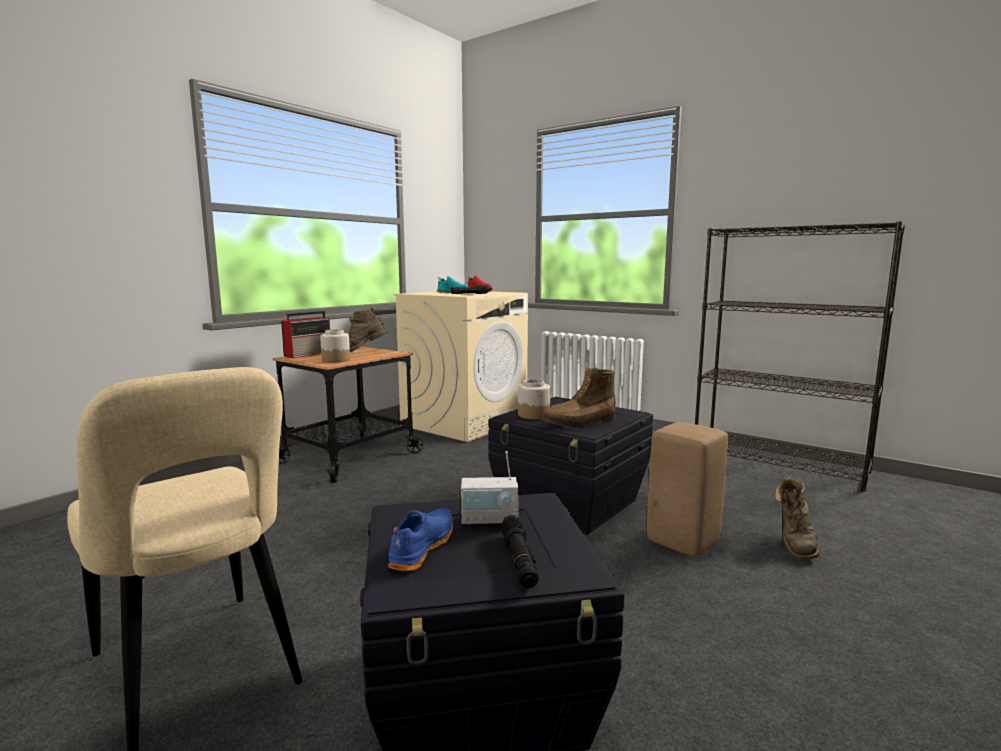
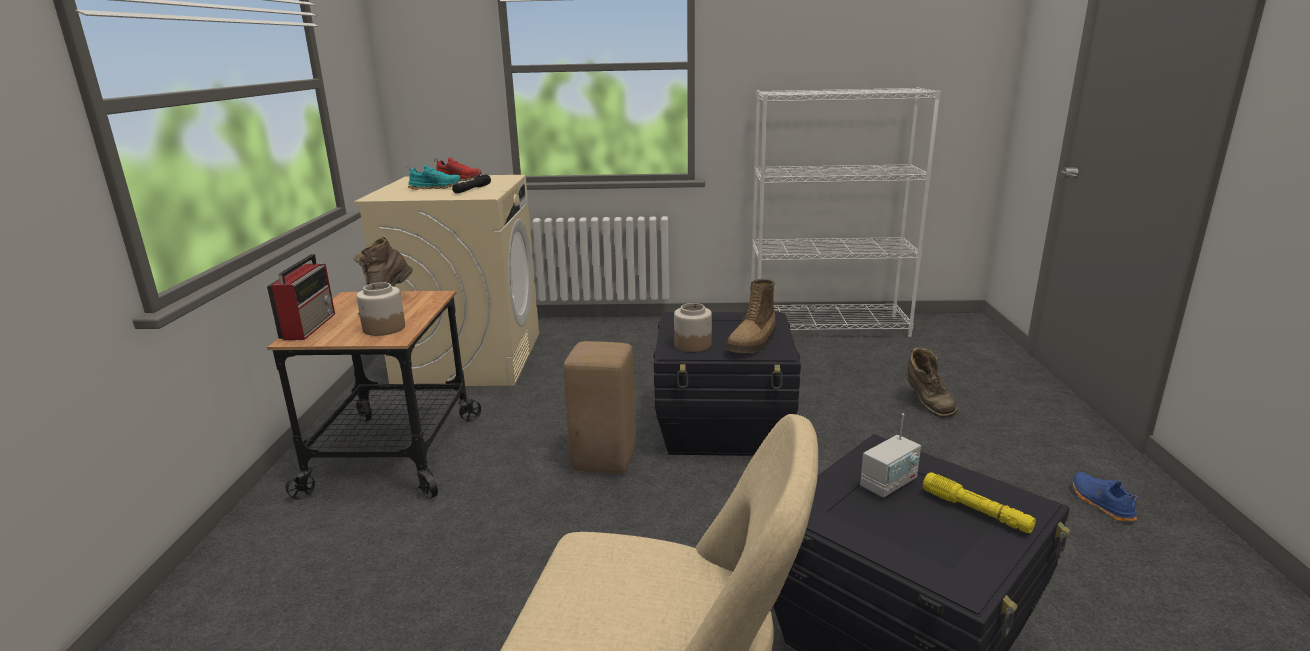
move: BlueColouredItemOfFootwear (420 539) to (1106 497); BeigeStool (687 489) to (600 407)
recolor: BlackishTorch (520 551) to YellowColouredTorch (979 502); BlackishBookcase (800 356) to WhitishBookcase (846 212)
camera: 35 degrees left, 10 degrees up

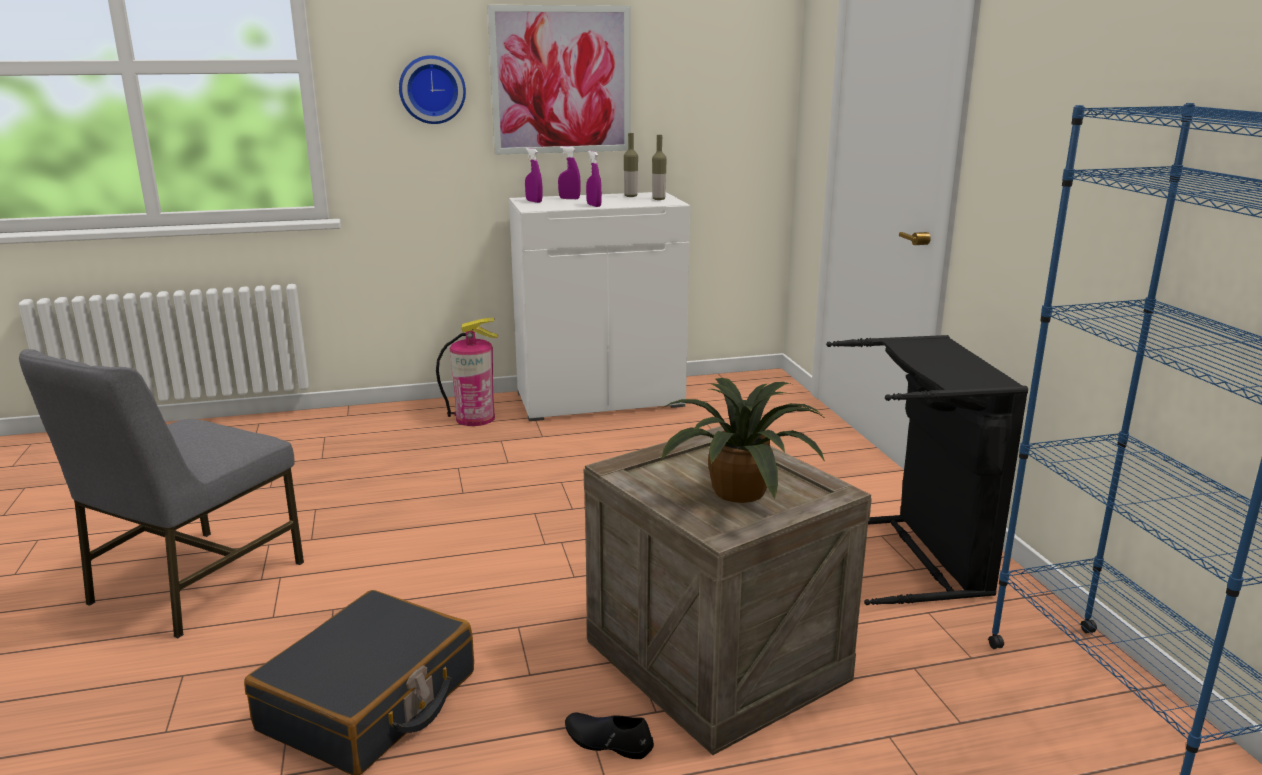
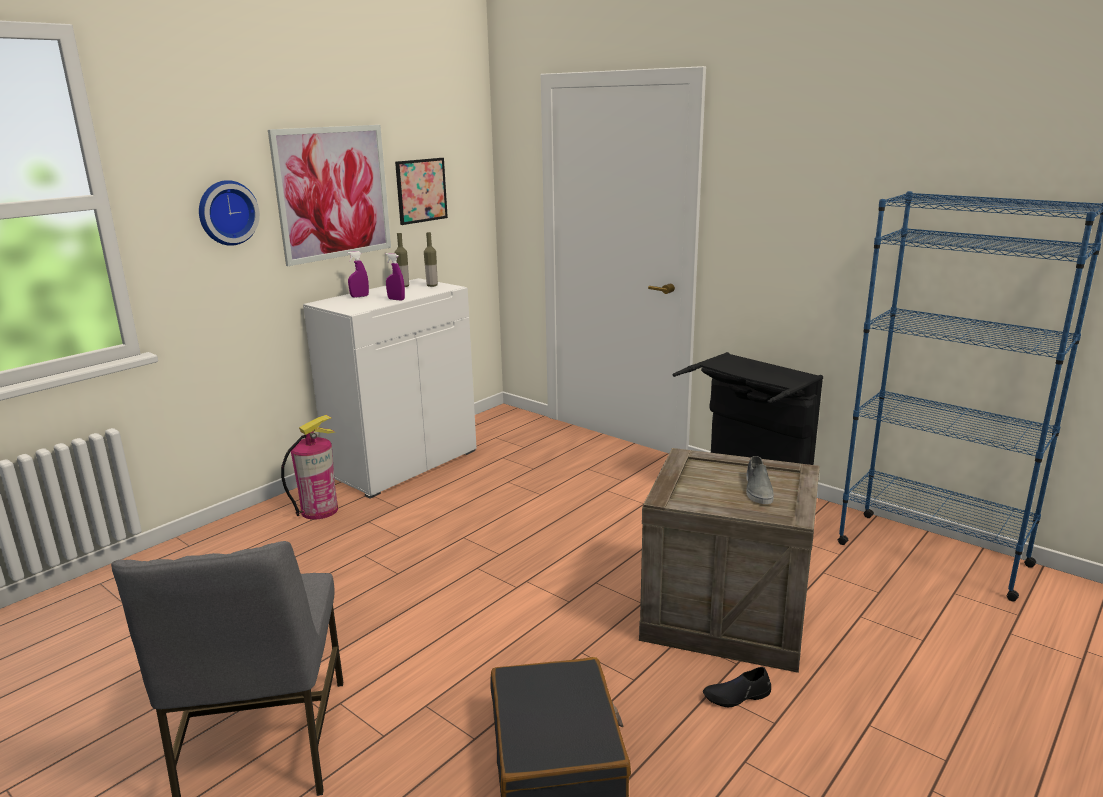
delete: PurpleSprayBottle (534 175)
insert: WallPicture (421 191)
replace: PlantInAPot (743 440) to GrayItemOfFootwear (760 480)
camera: 35 degrees left, 0 degrees up

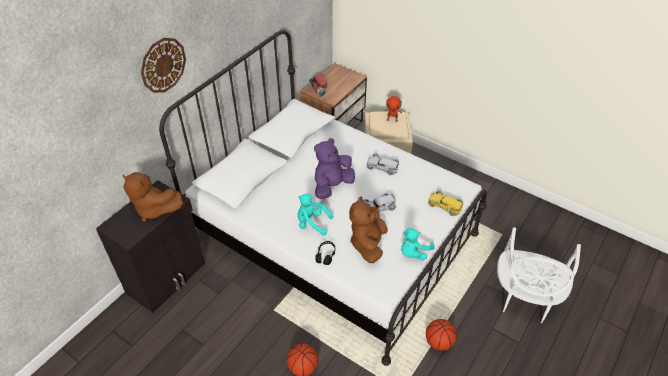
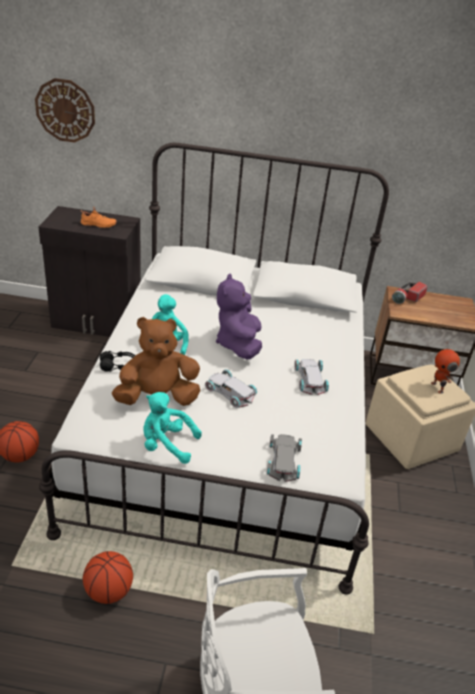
move: ClockOnTheWall (163 65) to (65 110)
replace: BrownColouredCuddlyToy (152 197) to OrangeyItemOfFootwear (98 217)
recolor: YellowColouredToyCar (445 203) to GrayToyCar (284 458)
rotate: PurpleCuddlyToy (334 168) = (239 316) 105 degrees counterclockwise
camera: 60 degrees right, 10 degrees down

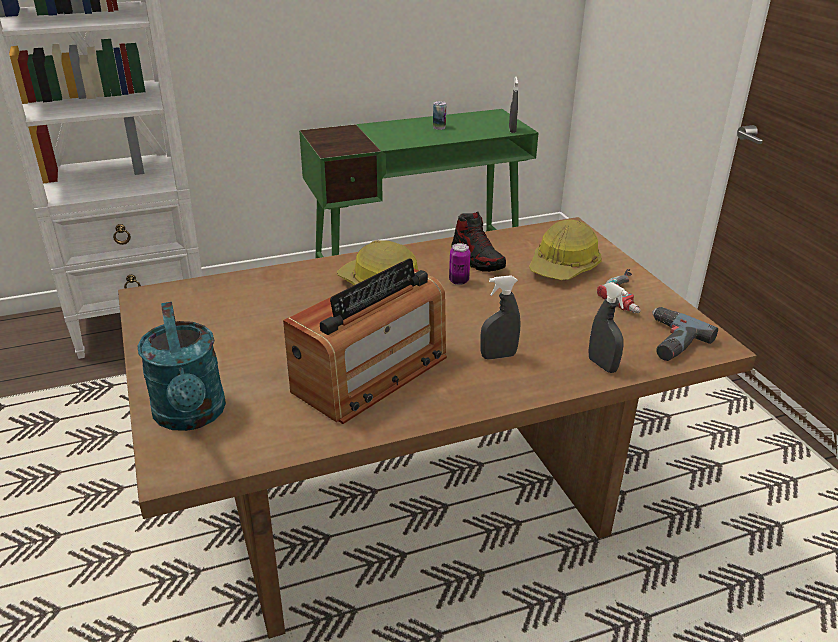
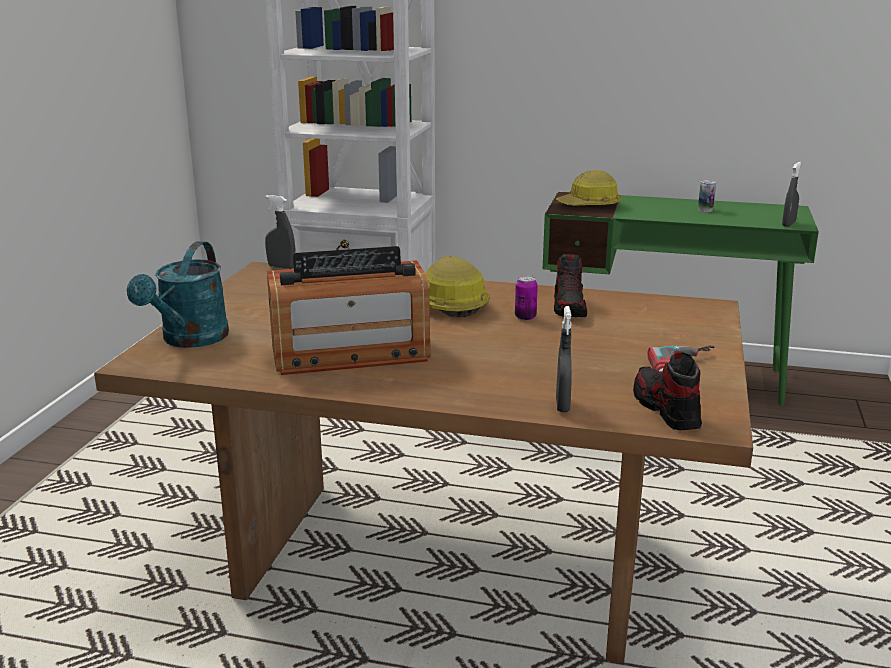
move: GraySprayBottle (500 317) to (280 232); SafetyHelmet (565 250) to (588 188)
replace: Drill (685 334) to ItemOfFootwear (667 391)
camera: 35 degrees right, 10 degrees down

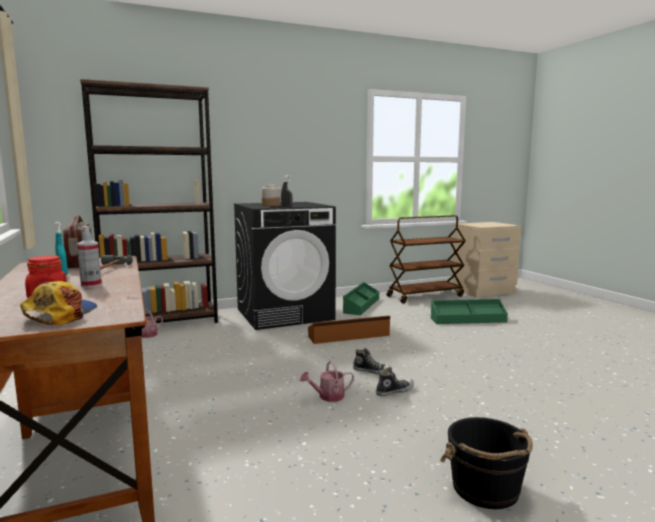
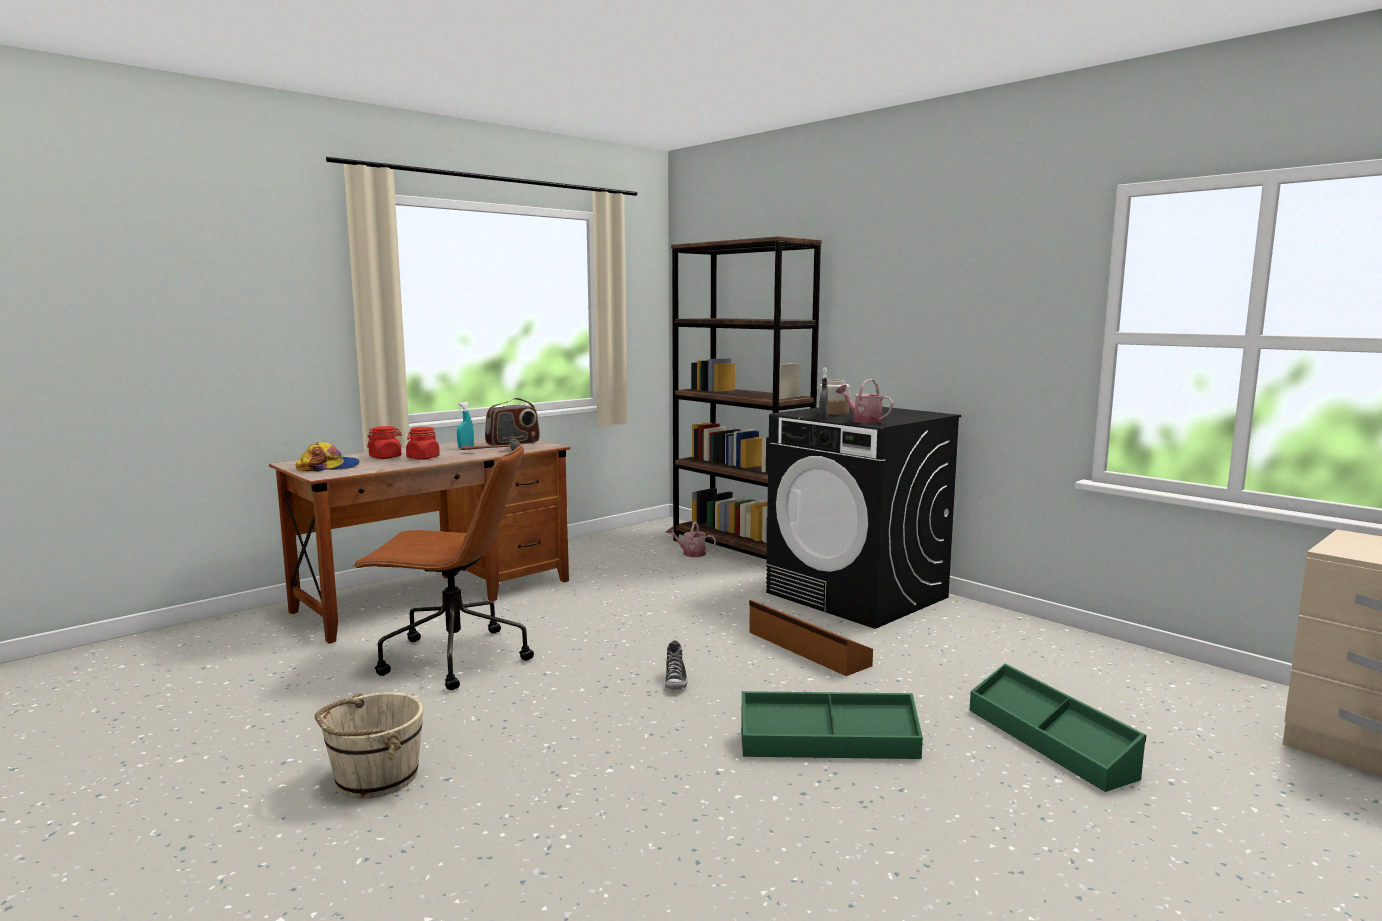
delete: ItemOfFootwear (395 382); BrownColouredTrolley (426 259)
insert: BrownColouredOfficeChair (443 567)
move: WateringCan (327 381) to (864 401); GreenishStorageBin (361 298) to (832 725)
replace: SprayBottle (89 257) to RedColouredJar (423 443)
recolor: BlackishWaterBucket (486 463) to BeigeWaterBucket (369 745)
camera: 70 degrees right, 0 degrees up

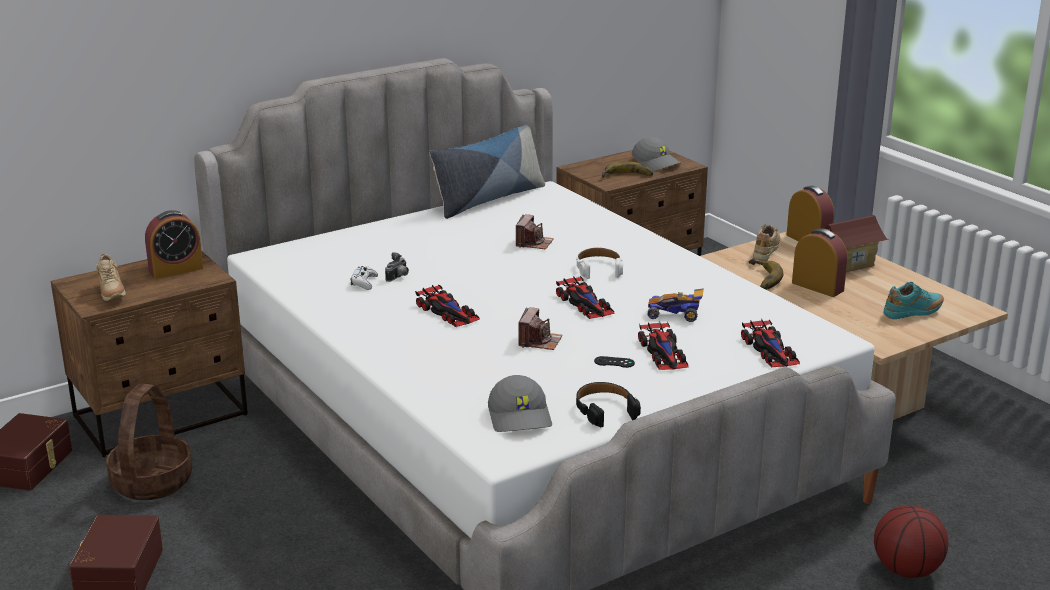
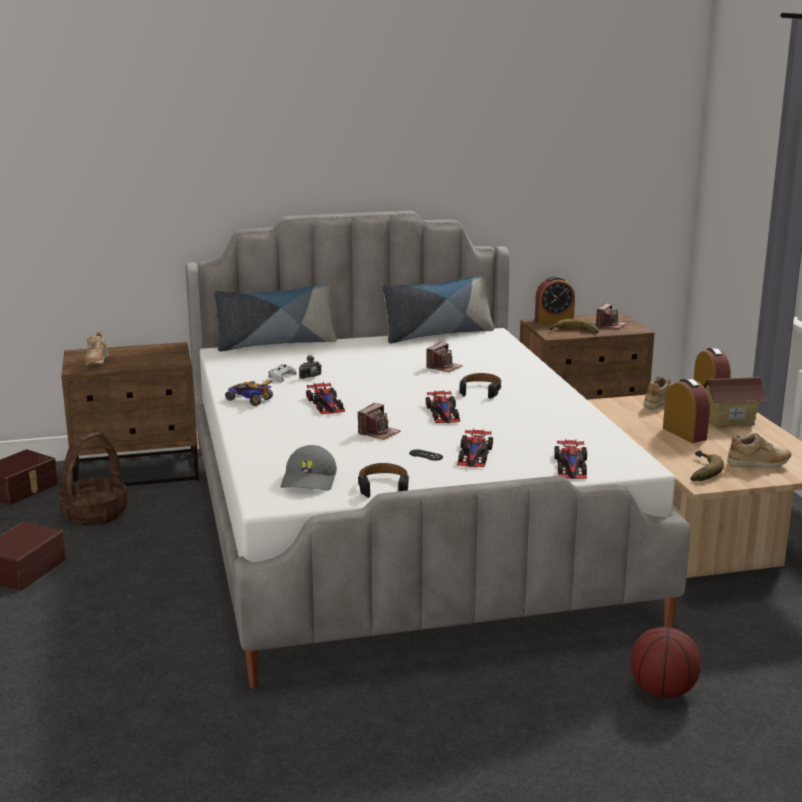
insert: Pillow (275 317)
move: BedsideClock (174 244) to (555 300); ToyCar (676 305) to (249 393); BananaFruit (766 274) to (707 465)
replace: GrayCap (656 154) to PhotoCamera (611 316)
recolor: WhitishHeadphones (599 263) to BlackishHeadphones (481 386); BlueGreenItemOfFootwear (913 300) to BeigeItemOfFootwear (759 450)
camera: 20 degrees right, 5 degrees down

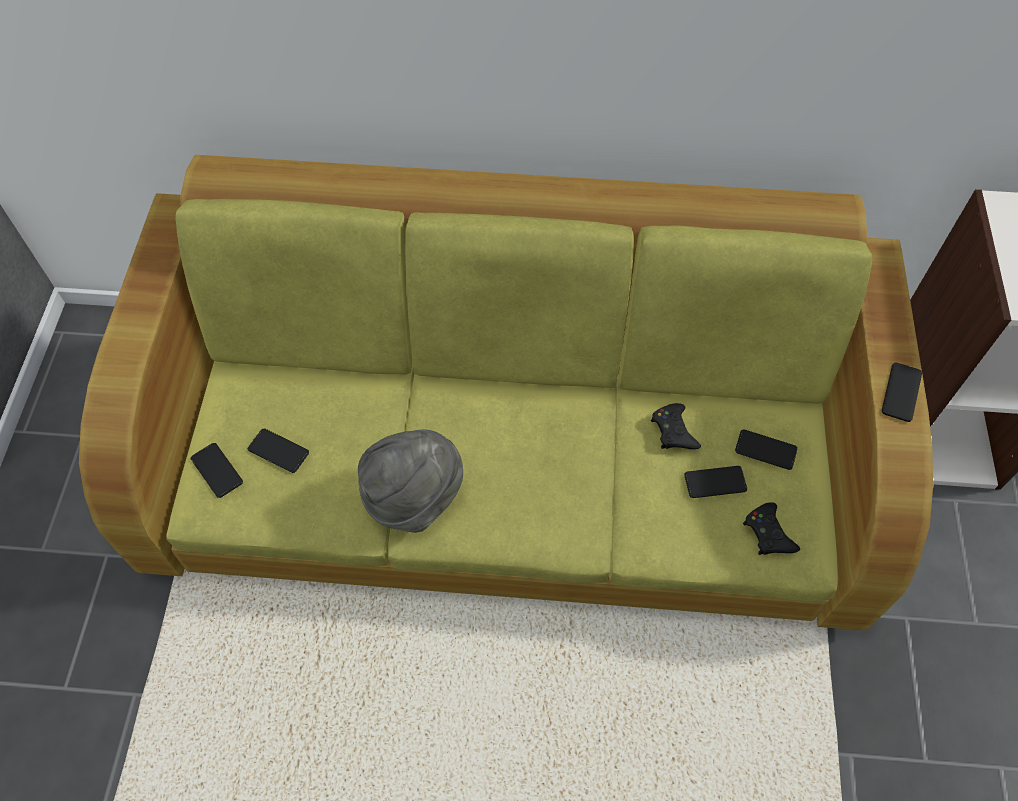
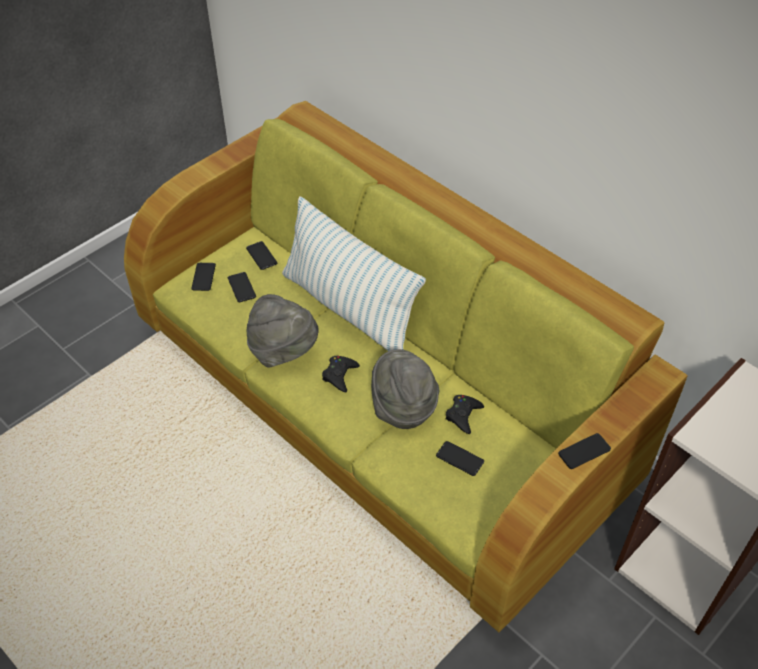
insert: Pillow (354 273); GrayClothingHat (405 389)
move: Telephone (766 449) to (261 255); BlackishJoypad (771 528) to (341 374)
camera: 40 degrees right, 10 degrees down

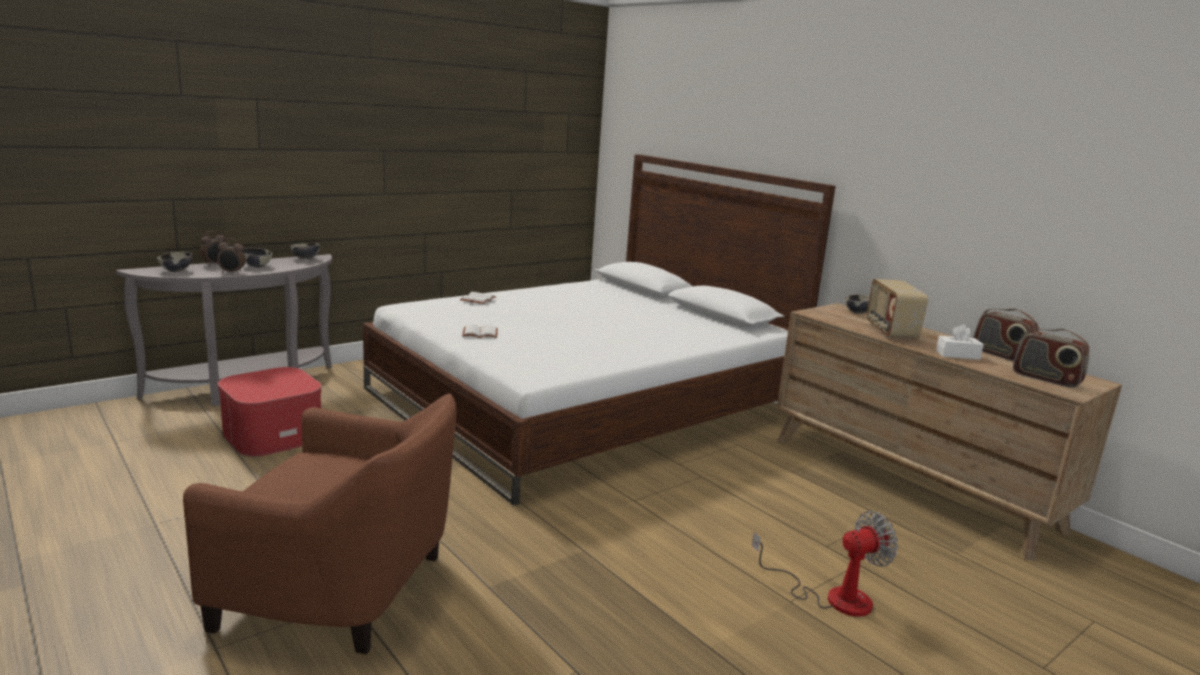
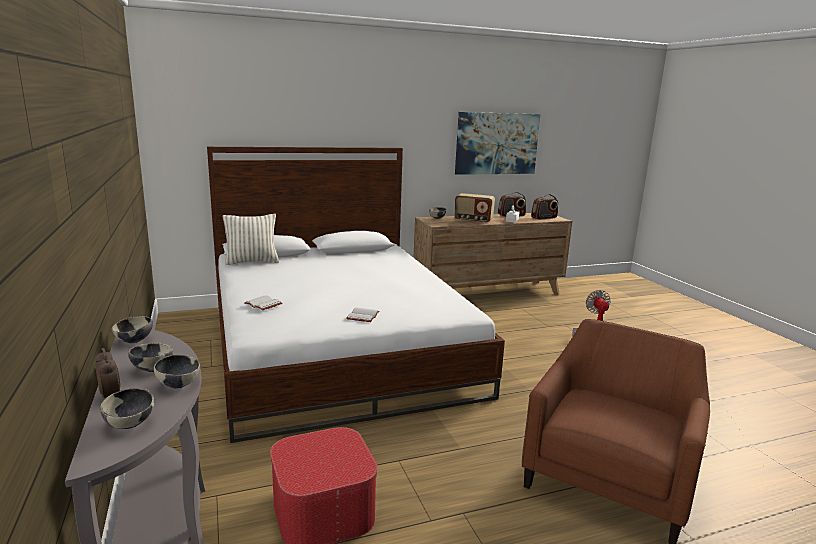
insert: Pillow (251 239); WallPicture (498 143)
replace: BedsideClock (231 256) to Bowl (177 371)
camera: 70 degrees left, 0 degrees up

